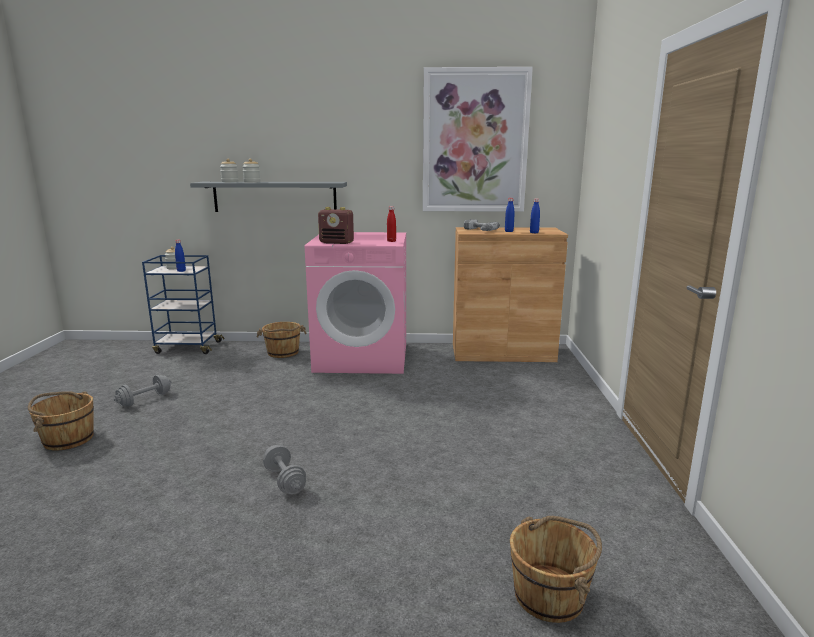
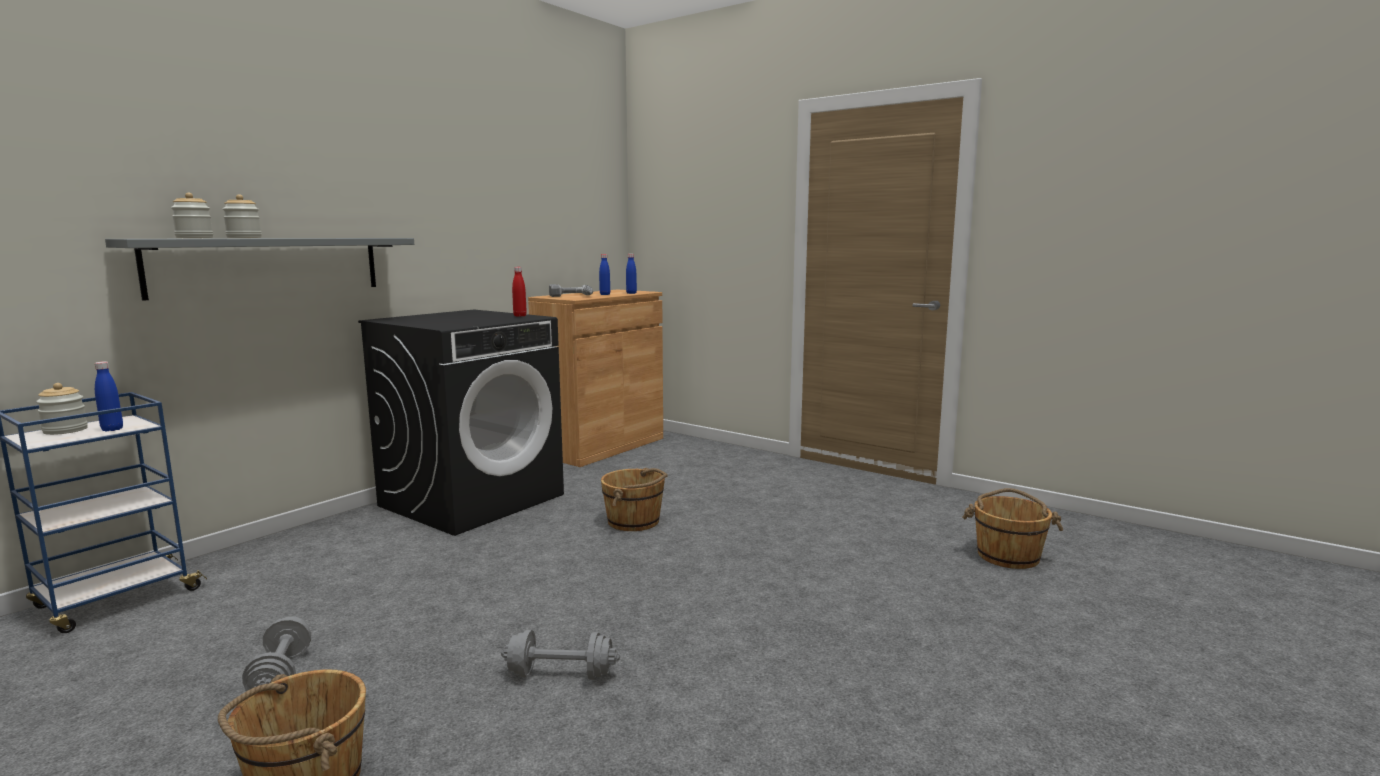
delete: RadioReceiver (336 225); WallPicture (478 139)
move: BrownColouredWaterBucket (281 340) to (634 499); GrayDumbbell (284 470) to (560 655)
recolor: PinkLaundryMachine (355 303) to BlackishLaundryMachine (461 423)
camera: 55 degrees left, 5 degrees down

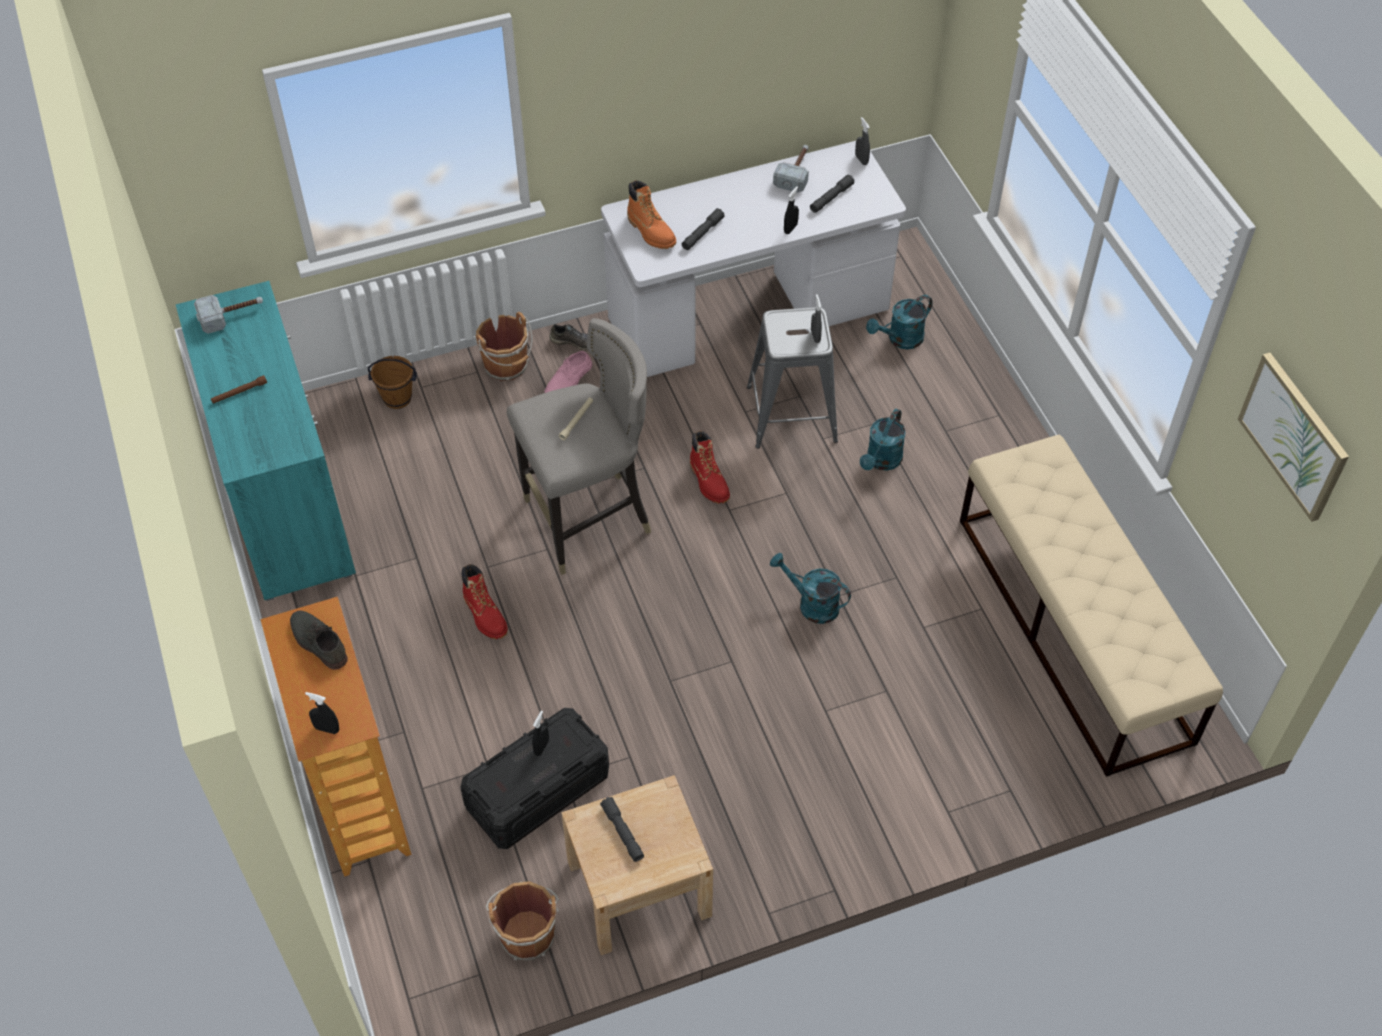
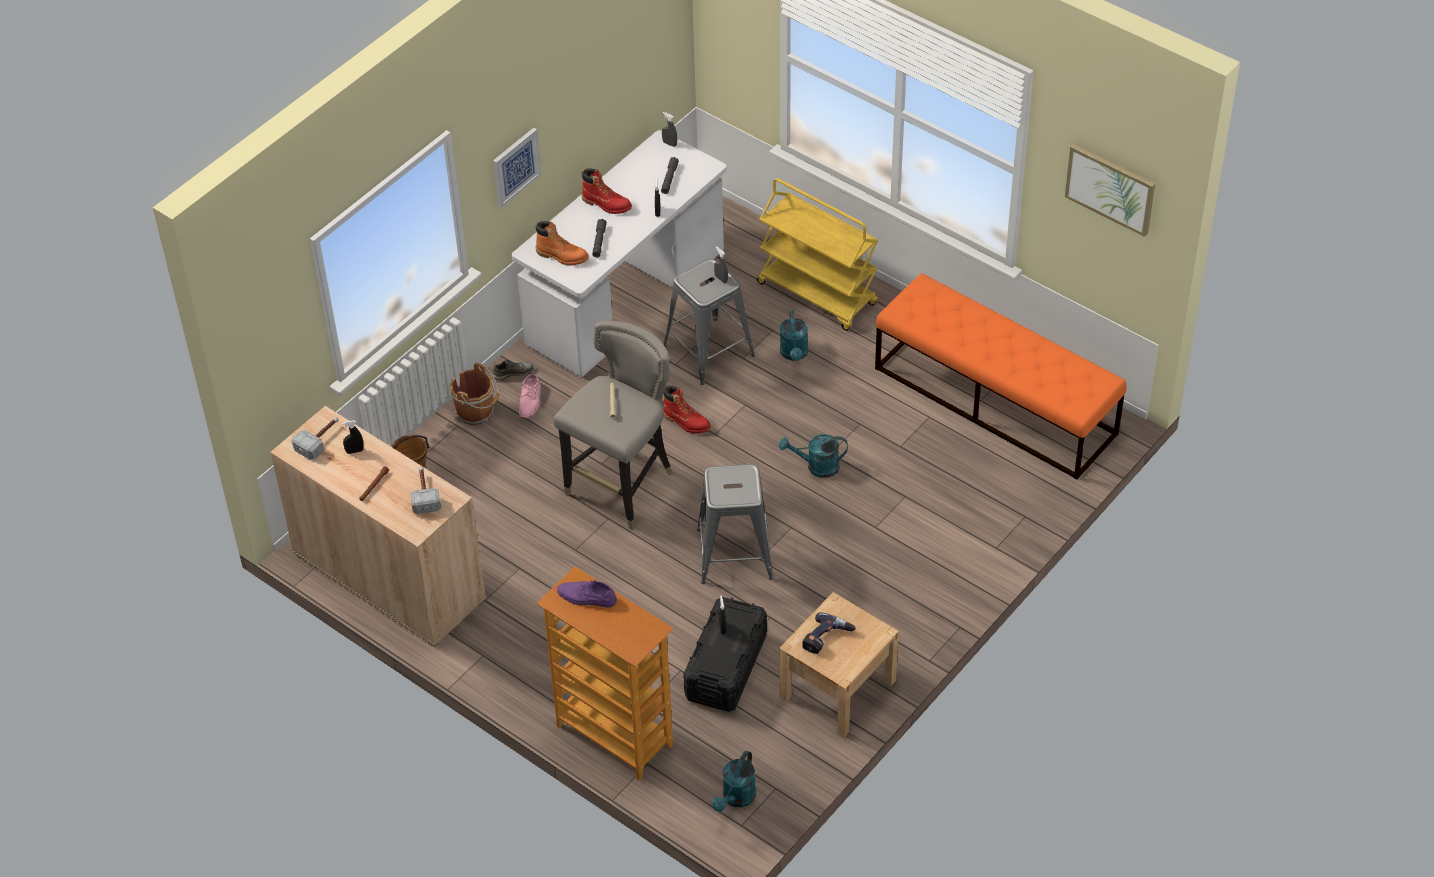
delete: BrownColouredWaterBucket (522 921)
insert: WallPicture (517 168); GrayStool (735 524); YellowColouredTrolley (818 254)
move: BlackishSprayBottle (322 713) to (353 437); RedColouredTallBoot (485 601) to (606 191); Hammer (791 169) to (425 490); BlueGreenWateringCan (899 322) to (734 781)
replace: GrayTorch (622 829) to Drill (829 633)
recolor: BlueGreenCupboard (266 441) to BeigeCupboard (378 526); GrayItemOfFootwear (319 640) to PurpleItemOfFootwear (587 593); BeigeIndoorBench (1091 606) to OrangeyIndoorBench (1000 376)
camera: 30 degrees left, 5 degrees down

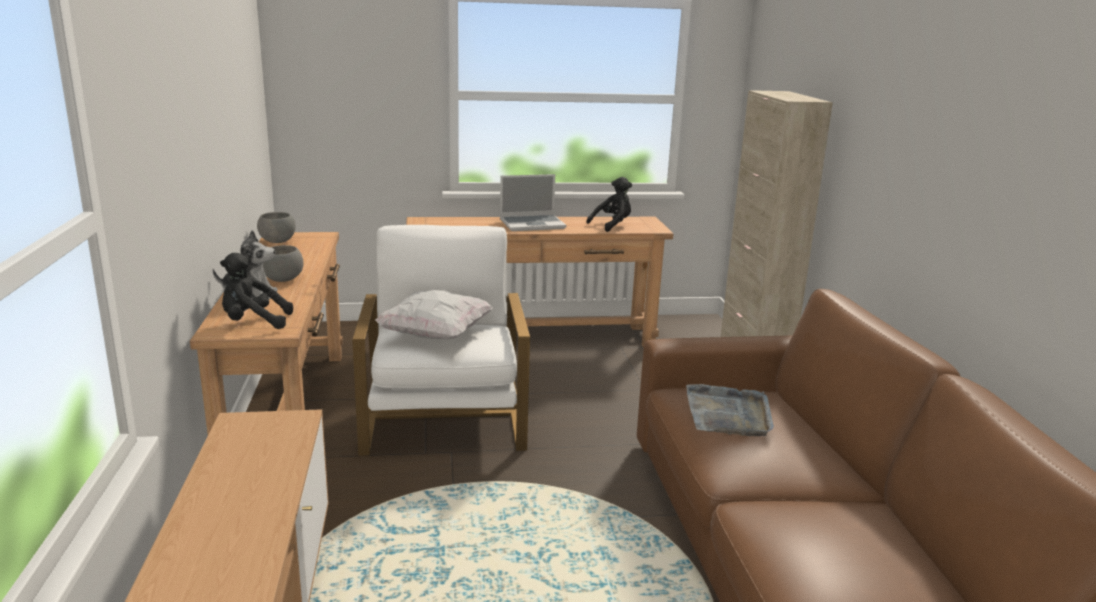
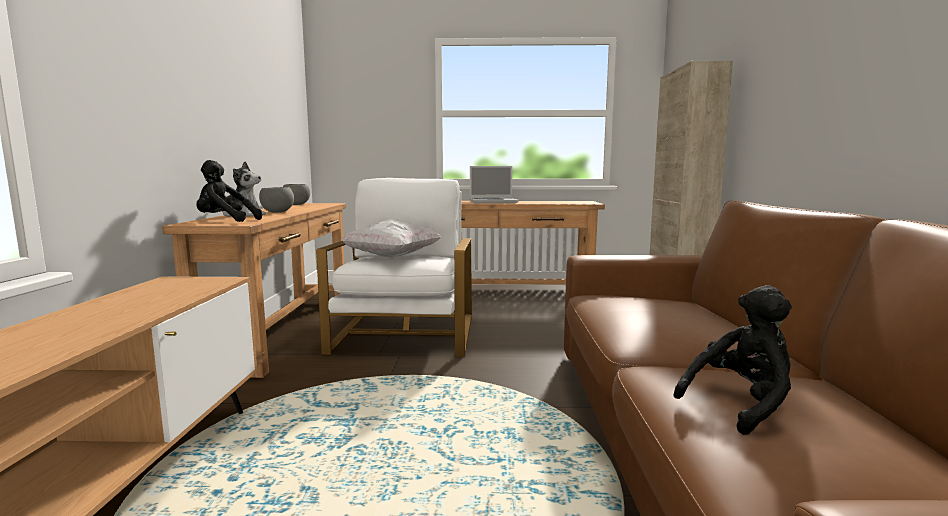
delete: GrayServingTray (730 410)
move: BlackishCuddlyToy (609 204) to (732 360)
camera: 10 degrees right, 10 degrees down

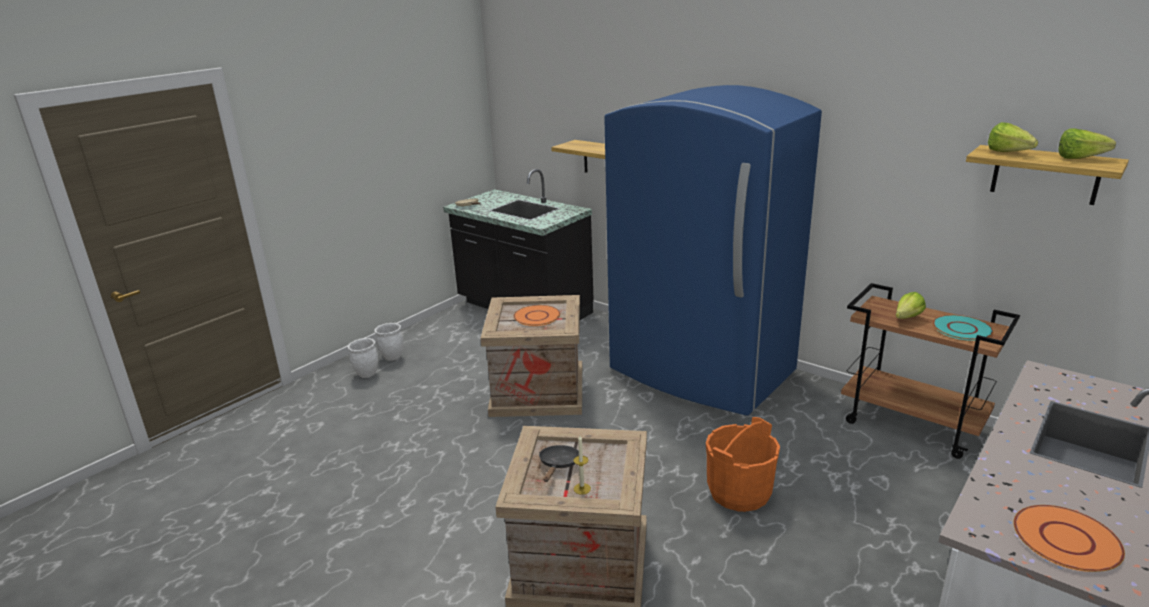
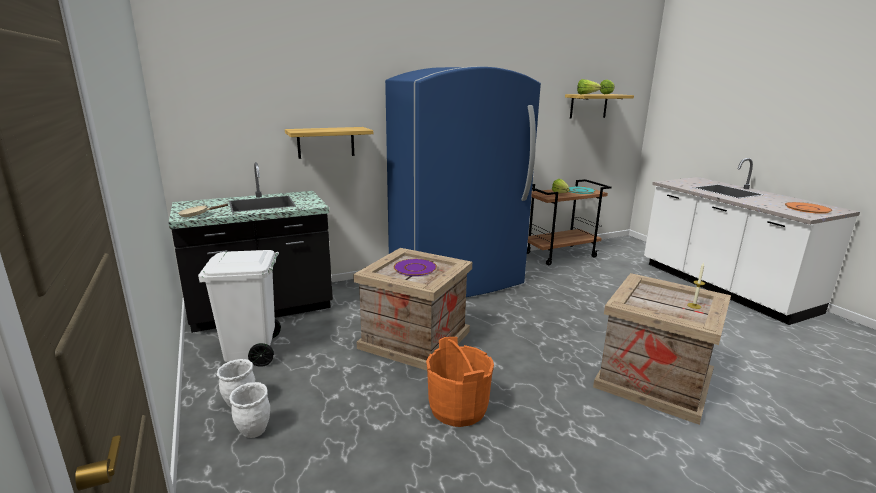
delete: BlackishSkillet (559 463)
insert: WhitishWasteBin (239 308)
move: OrangeyWaterBucket (743 464) to (460 382)
recolor: OrangeyPlate (537 315) to PurplePlate (415 267)
camera: 65 degrees left, 5 degrees down

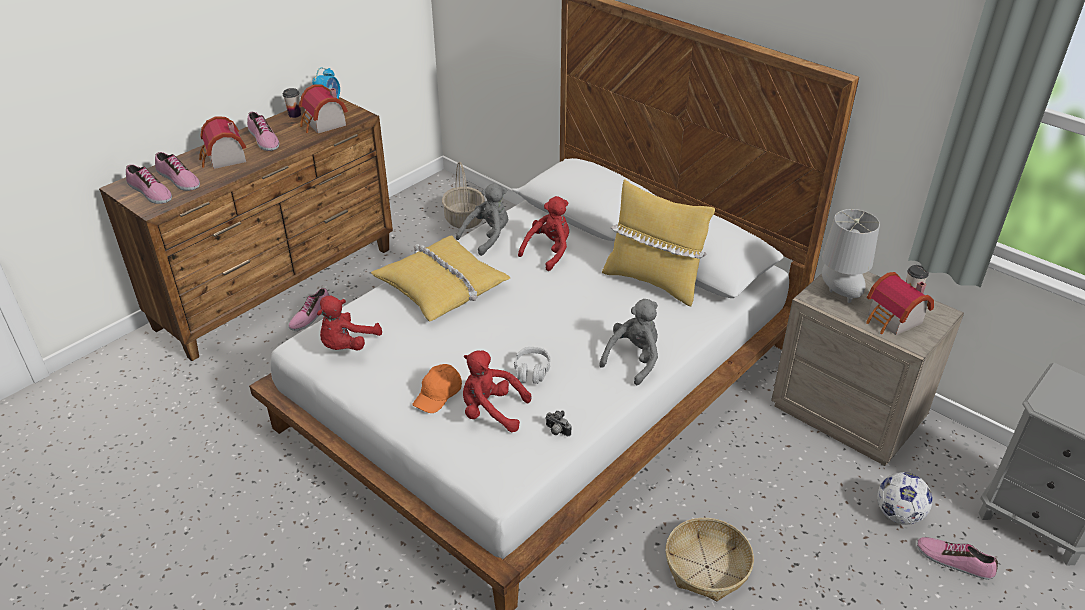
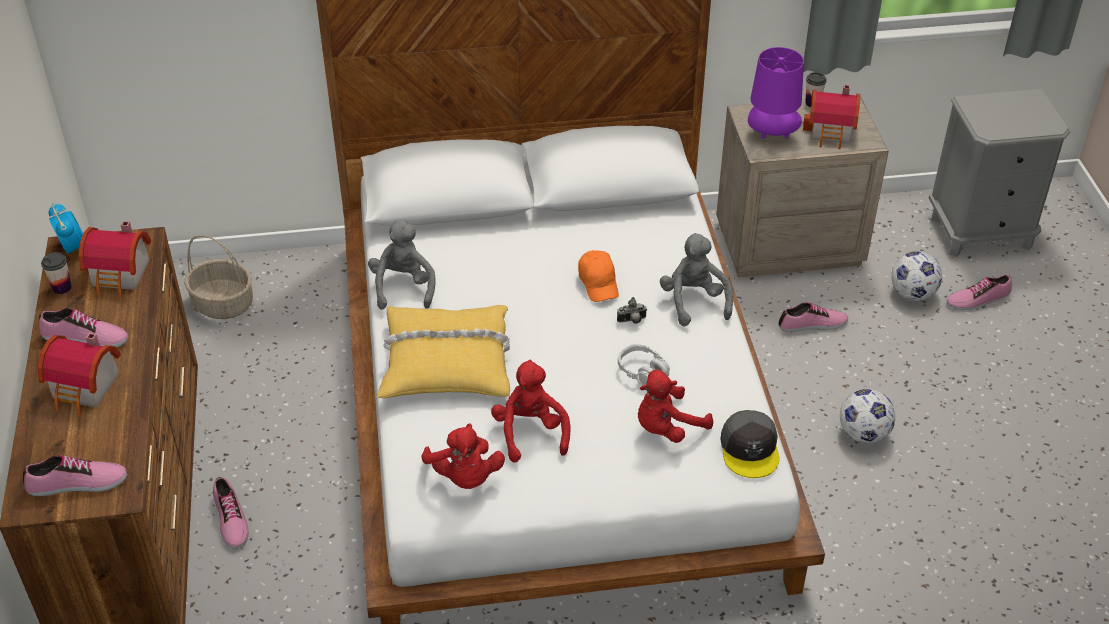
delete: YellowColouredPillow (658 242)
insert: GrayCap (749 444)
move: ItemOfFootwear (177 171) to (813 317); OrangeyCap (437 388) to (598 276); RedColouredCuddlyToy (543 233) to (531 411); PhotoCamera (558 423) to (632 310)
replace: Basket (709 559) to Football (867 416)
recolor: GrayTabletopLamp (851 256) to PurpleTabletopLamp (776 93)
camera: 50 degrees left, 5 degrees up

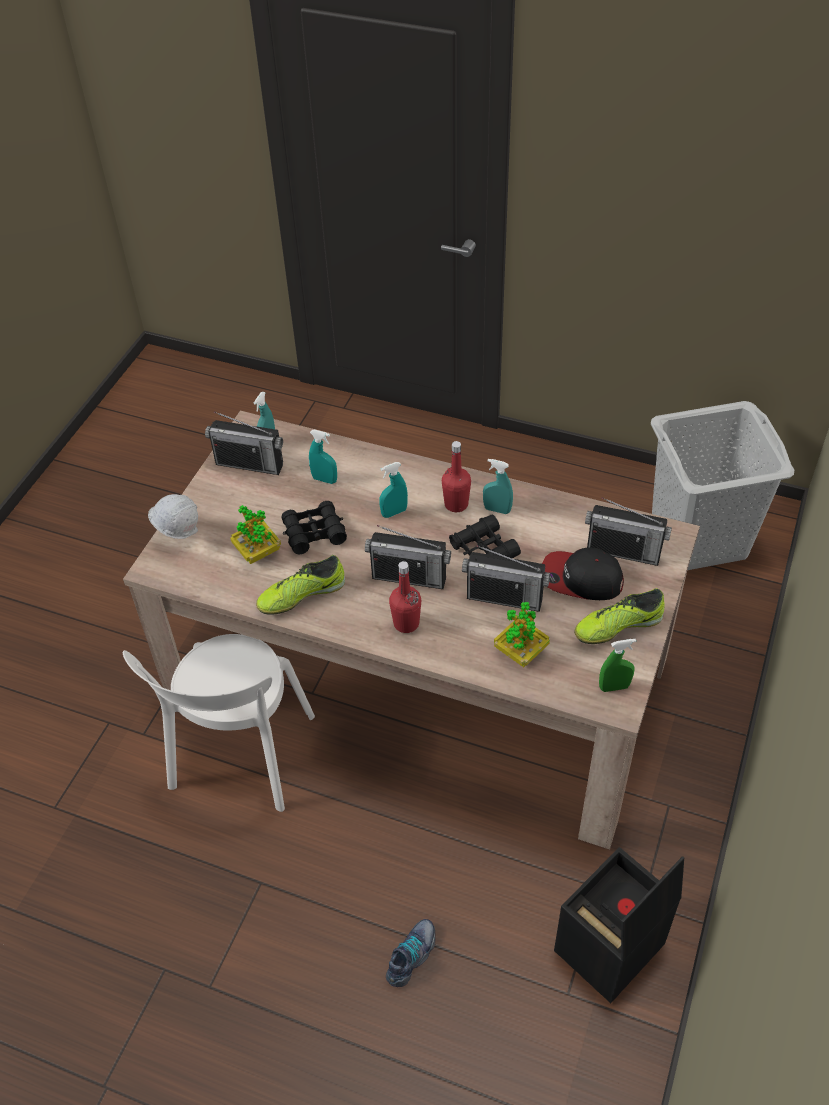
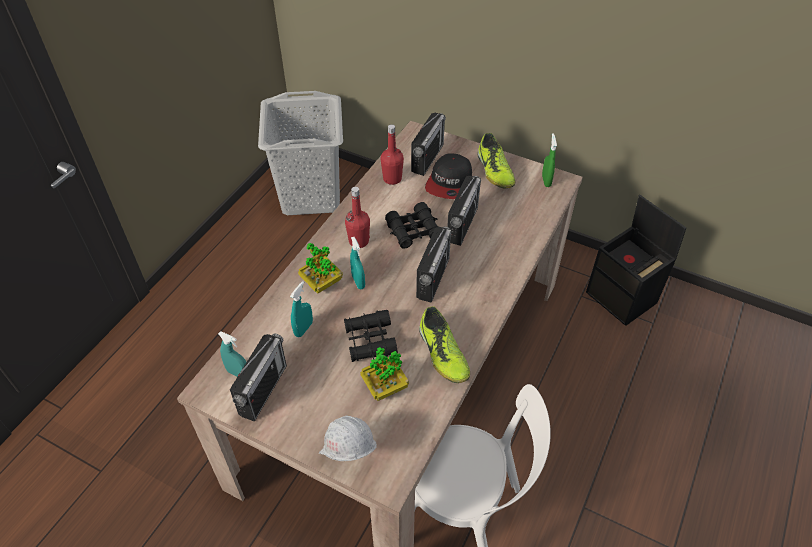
delete: ItemOfFootwear (411 953); BlueGreenSprayBottle (498 486)
move: RedColouredBottle (405 597) to (392 154); PlantInAPot (522 634) to (320 268)
camera: 85 degrees left, 0 degrees up

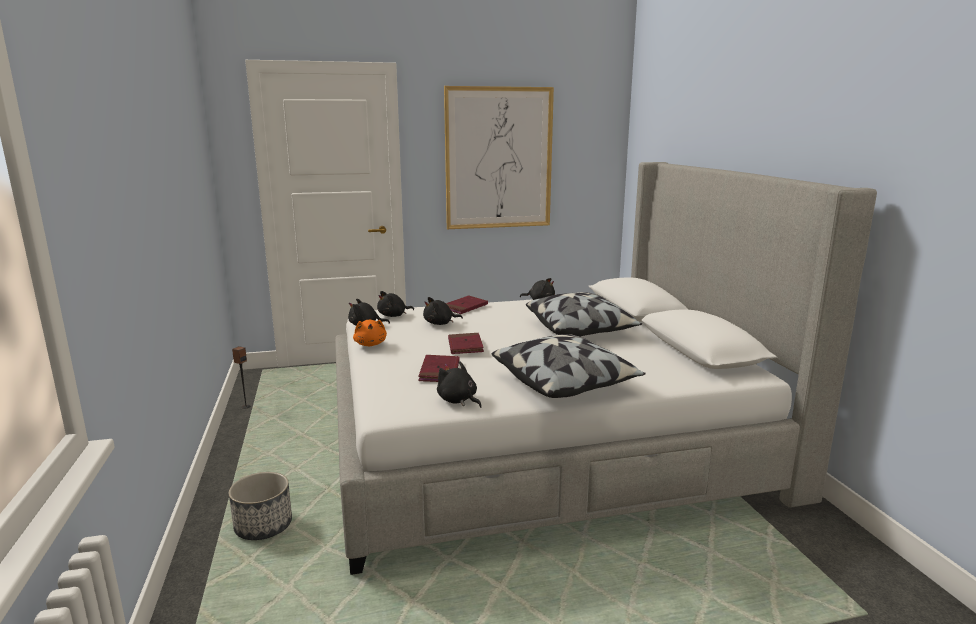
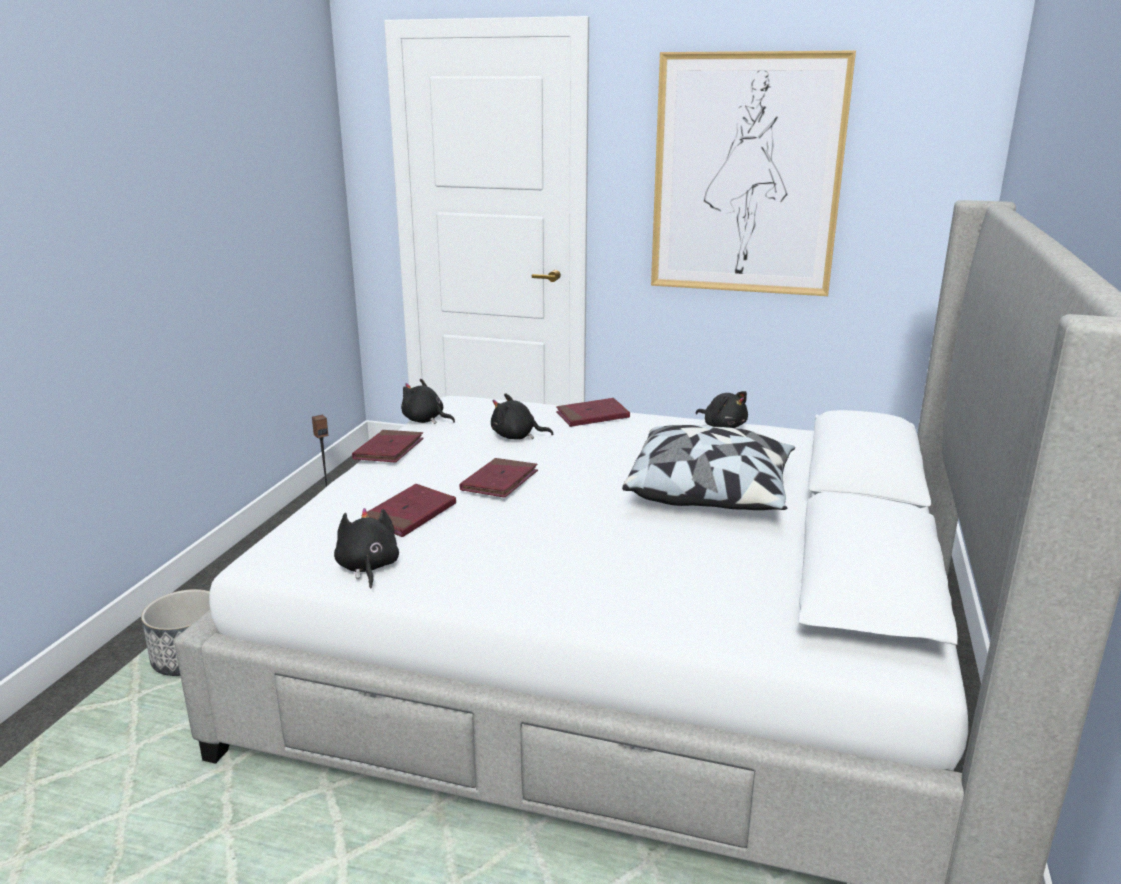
delete: BlackishCuddlyToy (395 304); Pillow (569 366)
replace: OrangeyCuddlyToy (370 332) to RedColouredBoundBook (388 446)
camera: 30 degrees right, 5 degrees up

